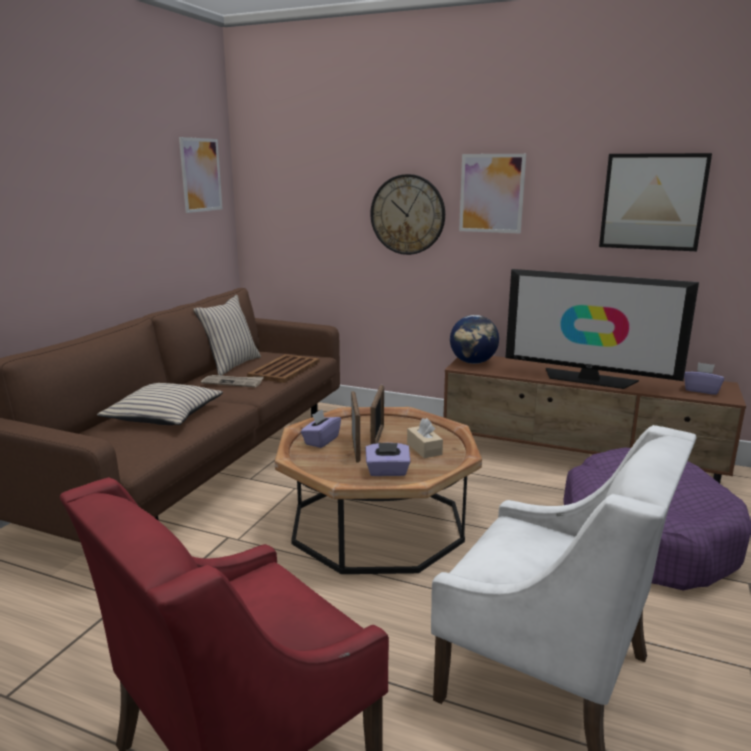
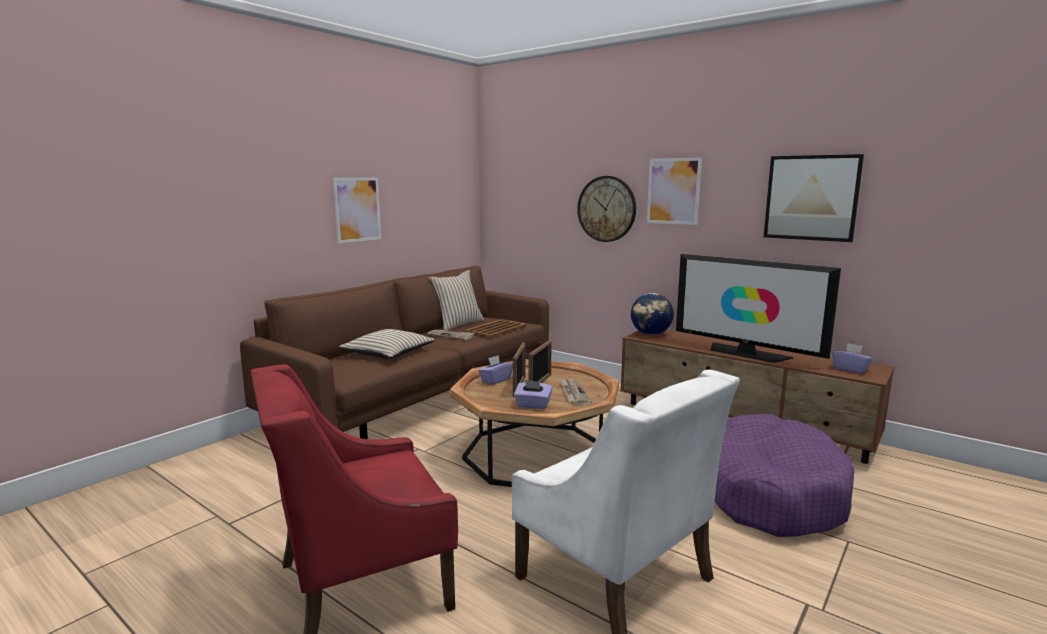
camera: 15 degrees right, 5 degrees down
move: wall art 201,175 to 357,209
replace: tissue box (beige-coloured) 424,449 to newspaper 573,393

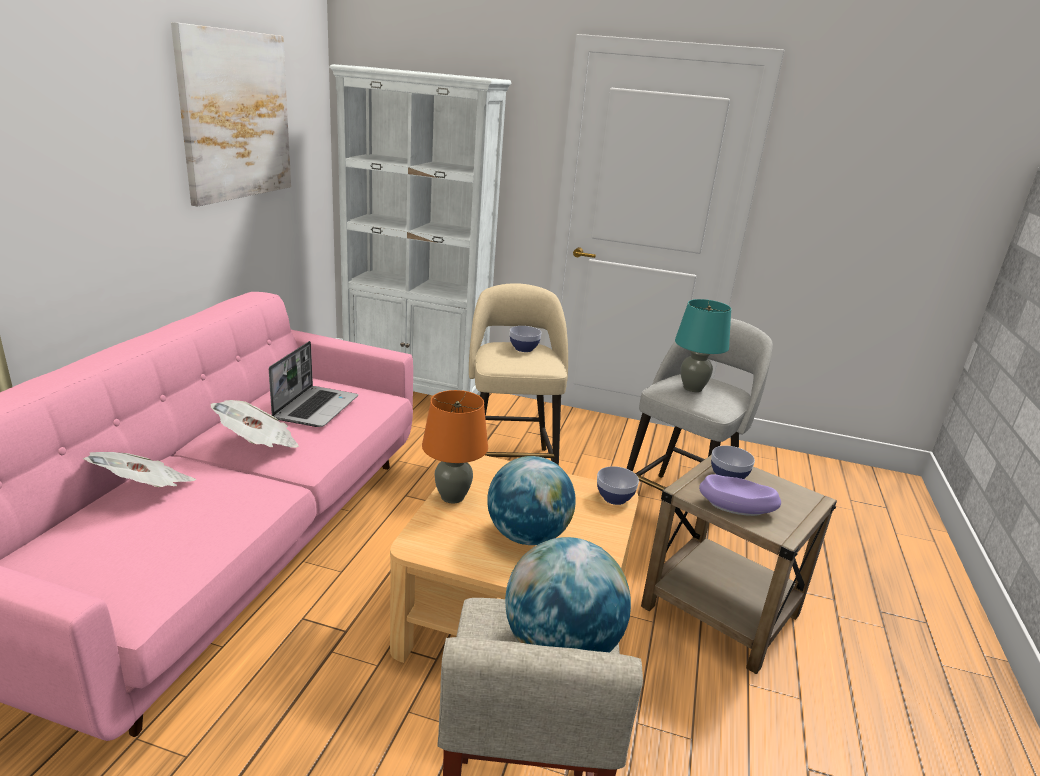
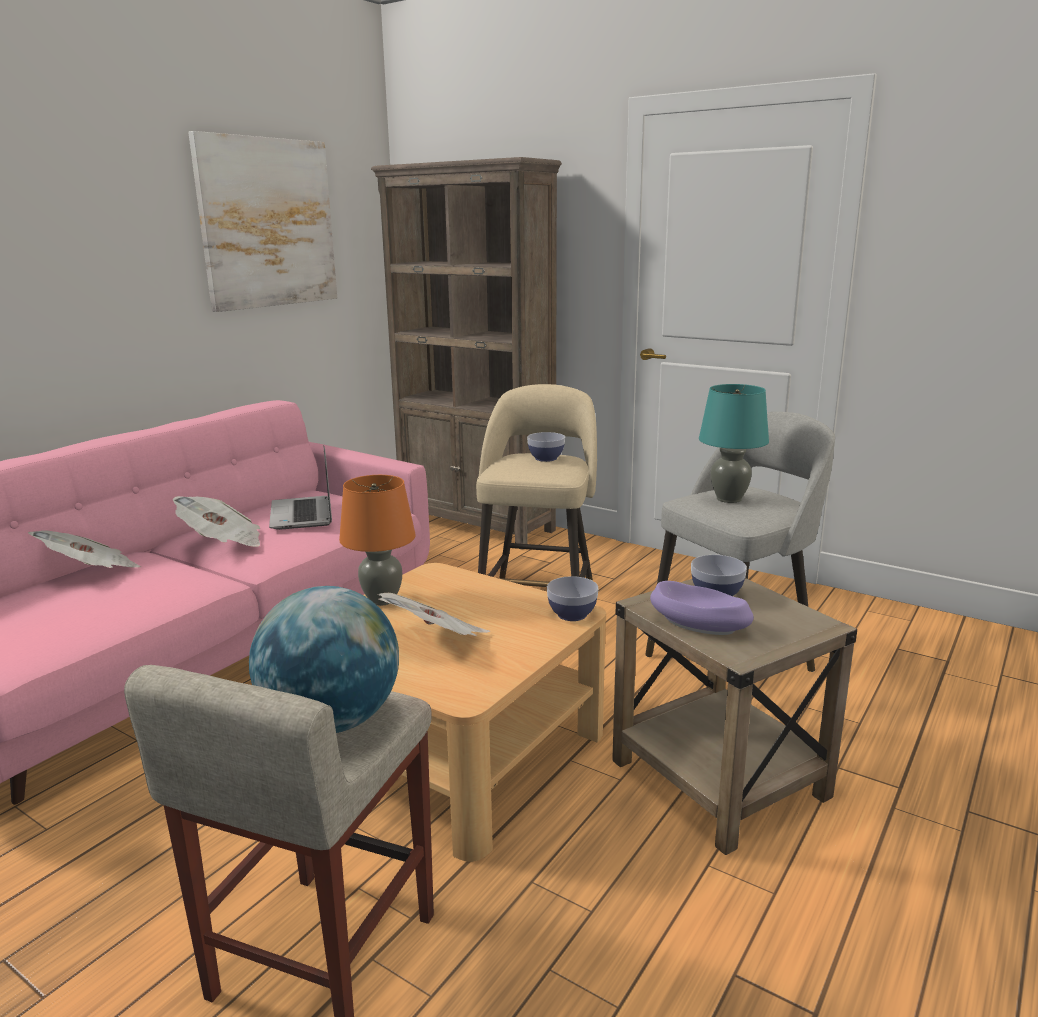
camera: 20 degrees right, 5 degrees down
replace: globe 527,536 to newspaper 436,641
recolor: bookcase (white) 416,390 to bookcase (brown-coloured) 476,525
rotate: portable computer 316,407 = 303,515 135 degrees clockwise

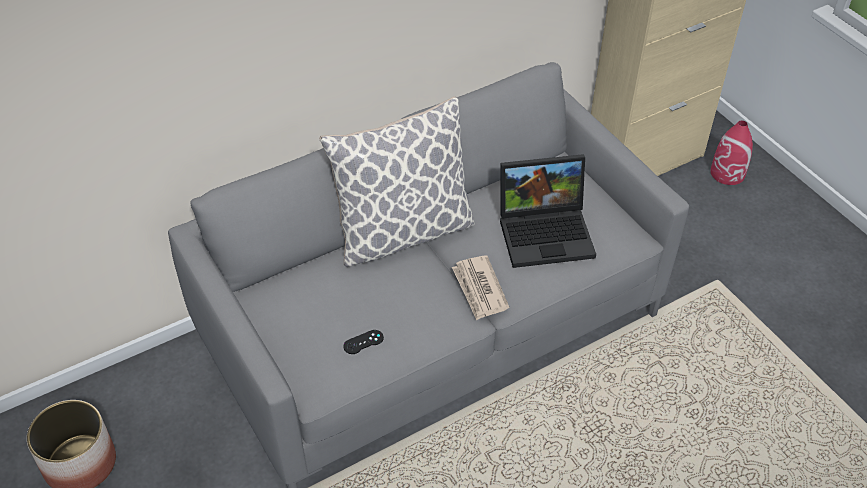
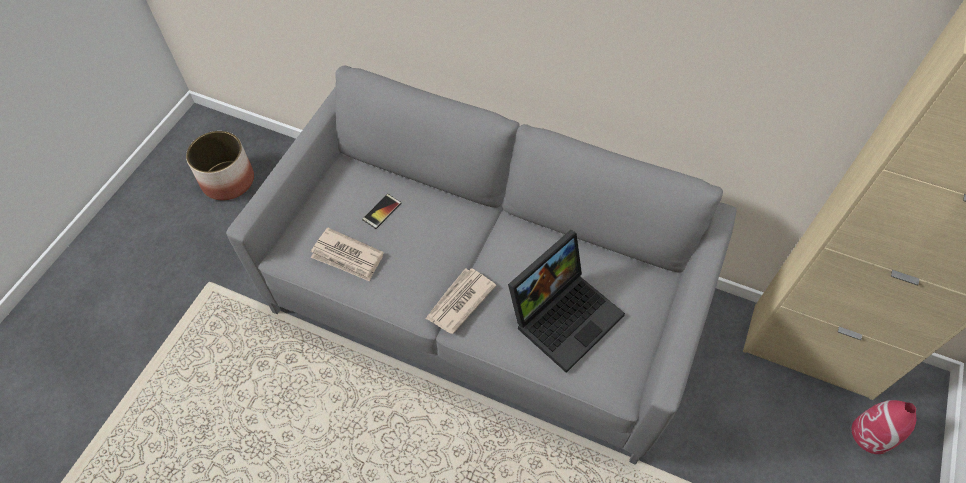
camera: 55 degrees right, 10 degrees up
delete: pillow 402,231
insert: handset 381,211
replace: game controller (black) 363,342 to newspaper 347,257
rotate: portable computer 547,232 = 564,313 90 degrees counterclockwise

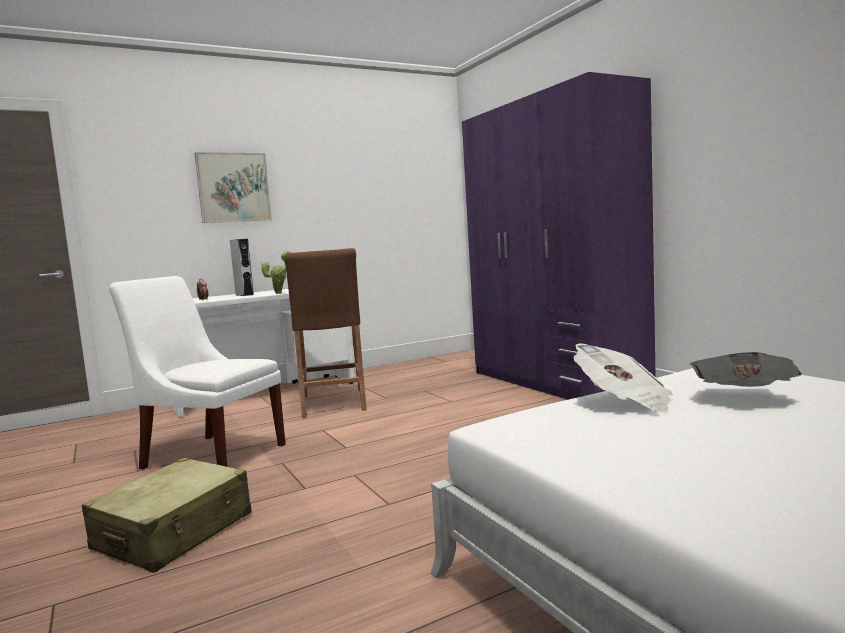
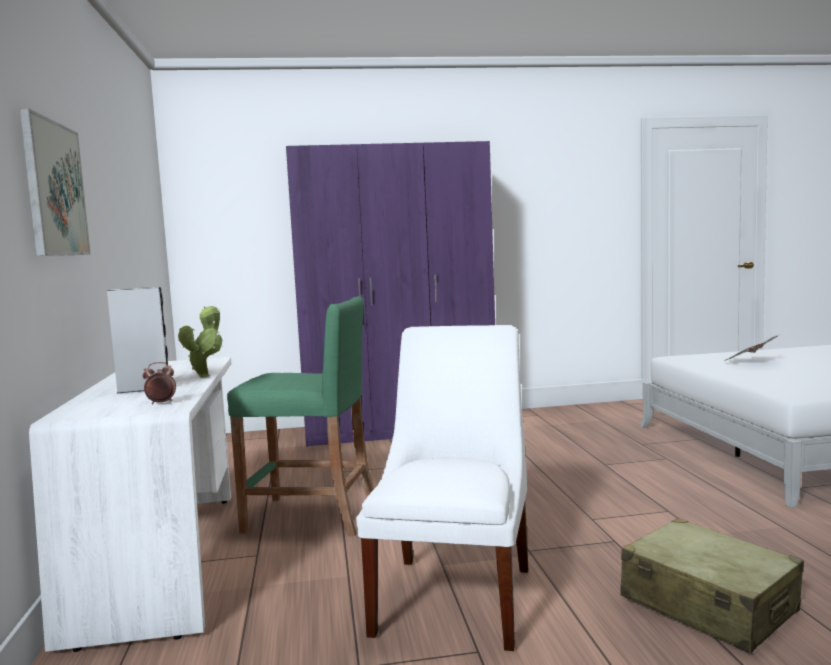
camera: 70 degrees left, 0 degrees up
delete: newspaper 624,402
recolor: stool (brown-coloured) 333,403 to stool (green) 311,517
rotate: chair (white) 210,455 = 457,595 150 degrees clockwise

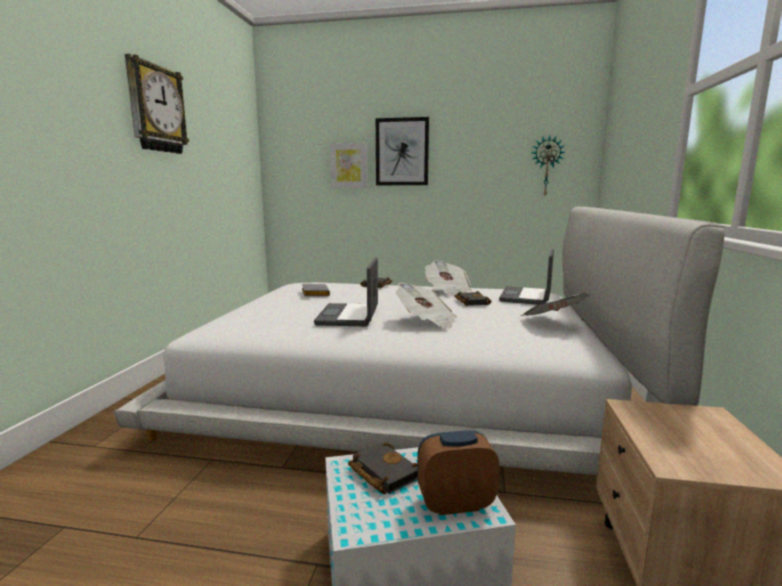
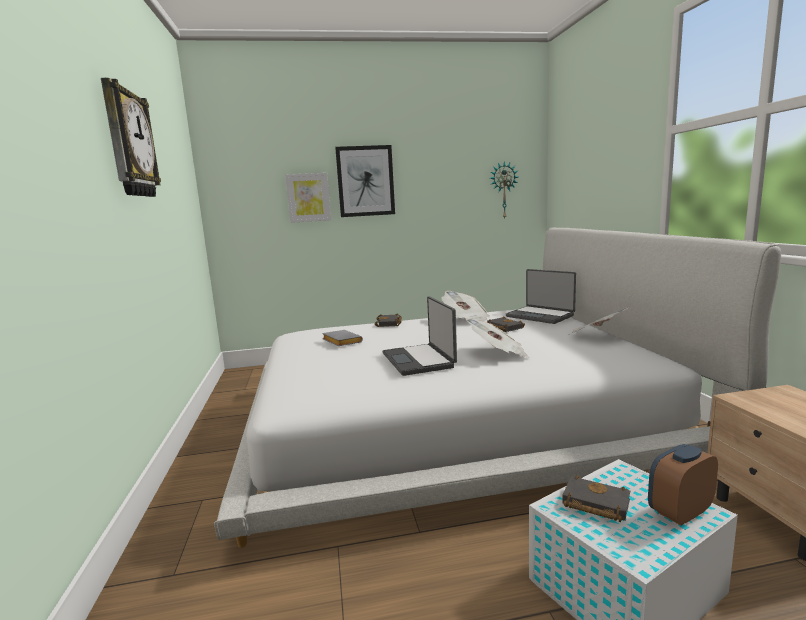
camera: 20 degrees left, 0 degrees up
rotate: portable computer 527,297 = 540,316 45 degrees counterclockwise

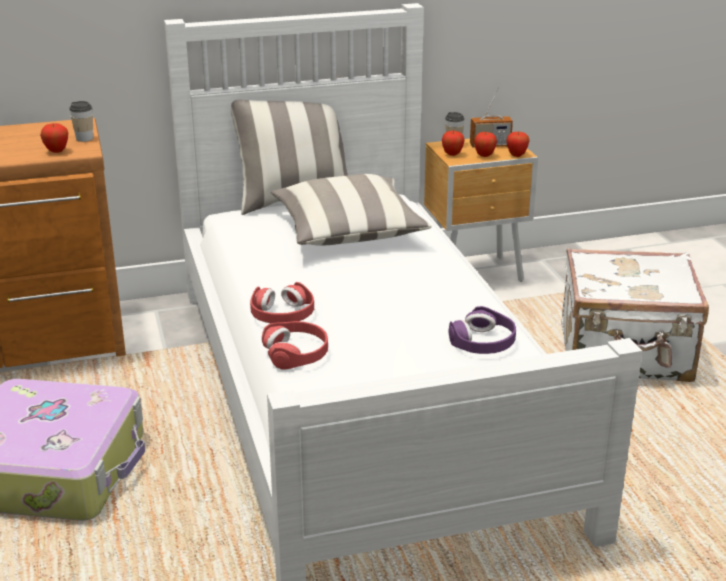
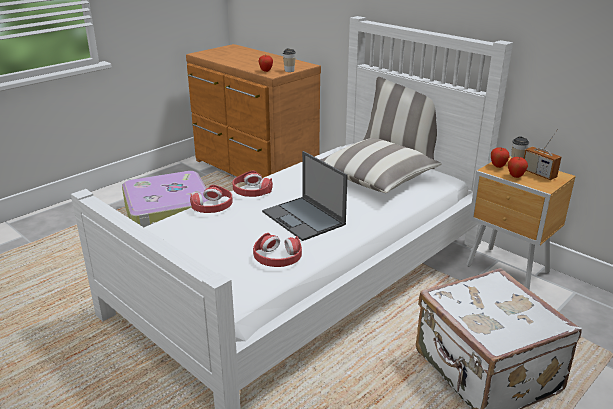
camera: 60 degrees right, 0 degrees up
delete: whole apple 516,155
insert: portable computer 304,218
recolor: headphones (purplish) 483,342 to headphones (red-coloured) 277,258

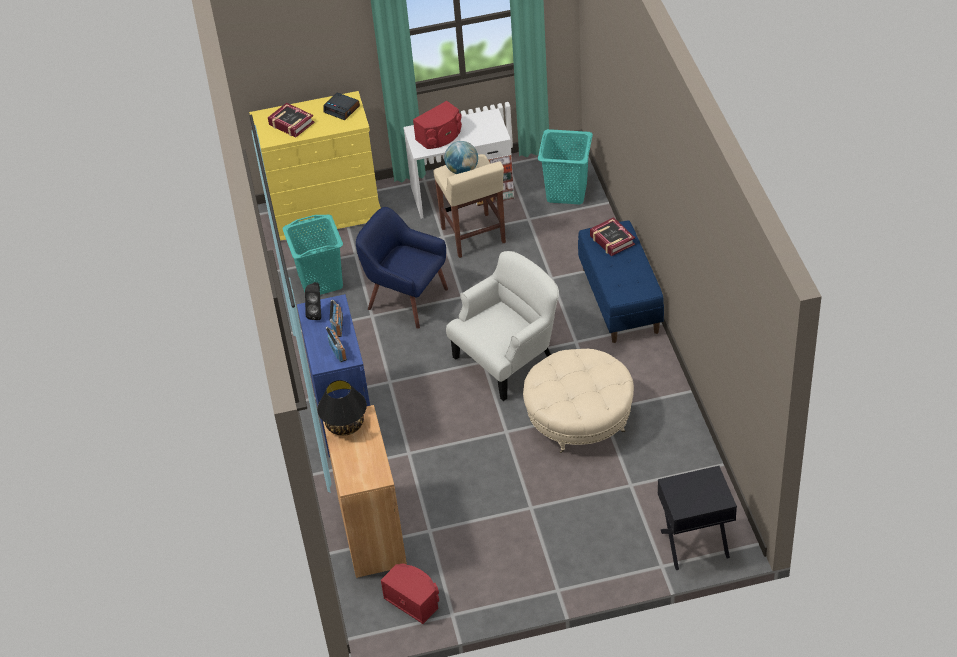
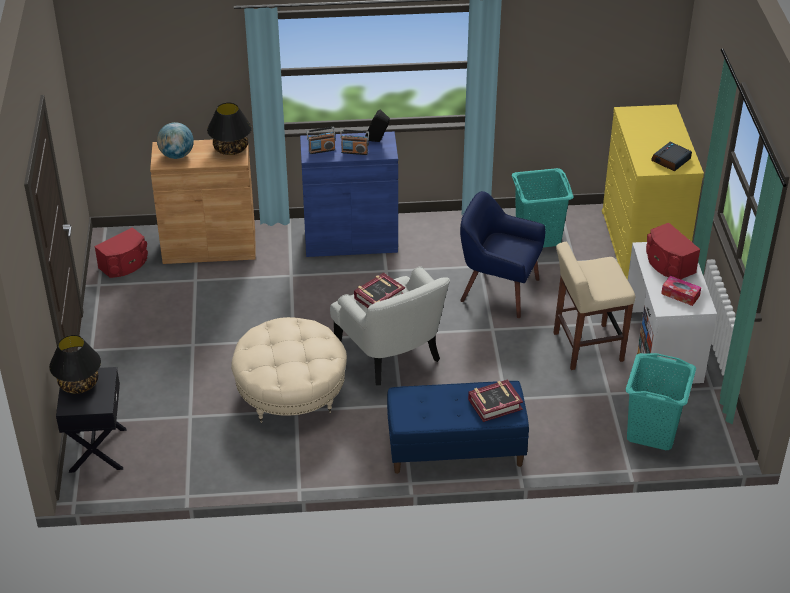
camera: 95 degrees right, 5 degrees down
insert: table lamp (black) 78,384; tissue box 680,295
move: volume 291,124 to 379,296; globe 462,171 to 176,155
rotate: easy chair (blue) 406,299 = 498,290 105 degrees counterclockwise

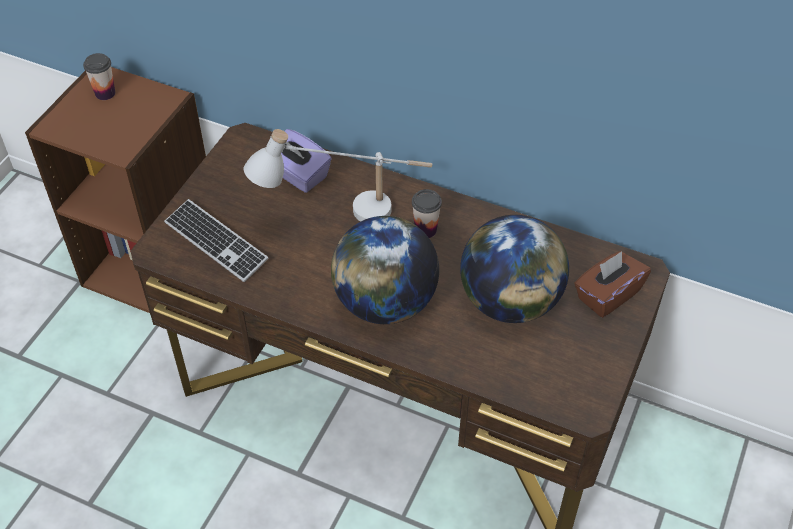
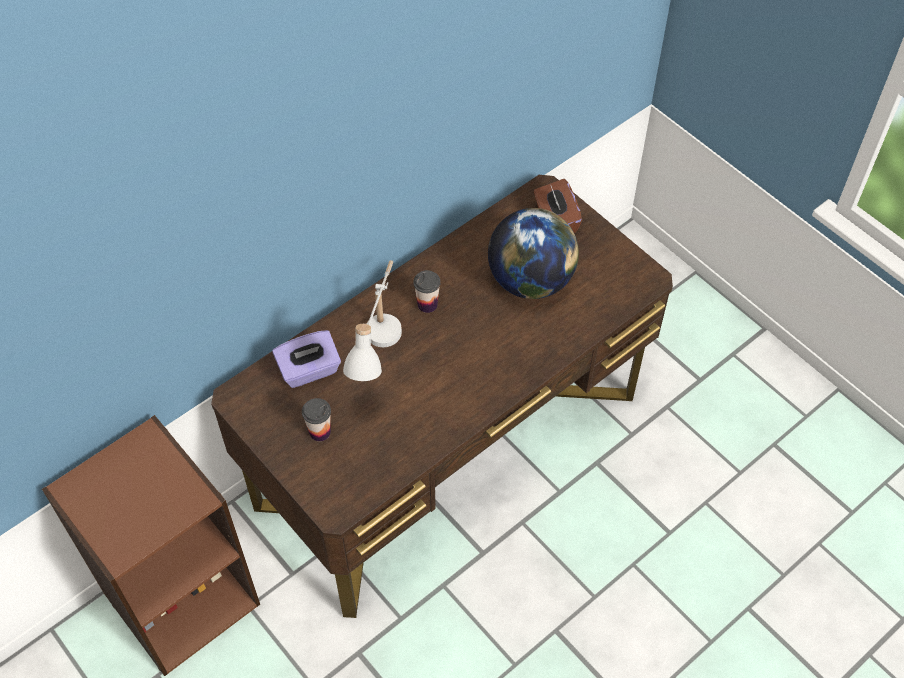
camera: 65 degrees left, 5 degrees up
delete: computer keyboard 216,242; globe 385,303
move: drinking cup 105,93 to 320,432

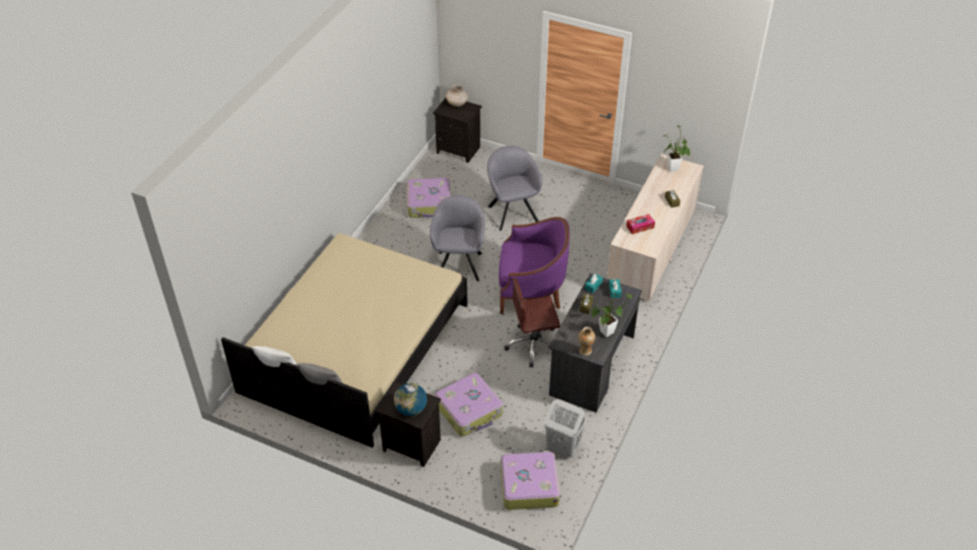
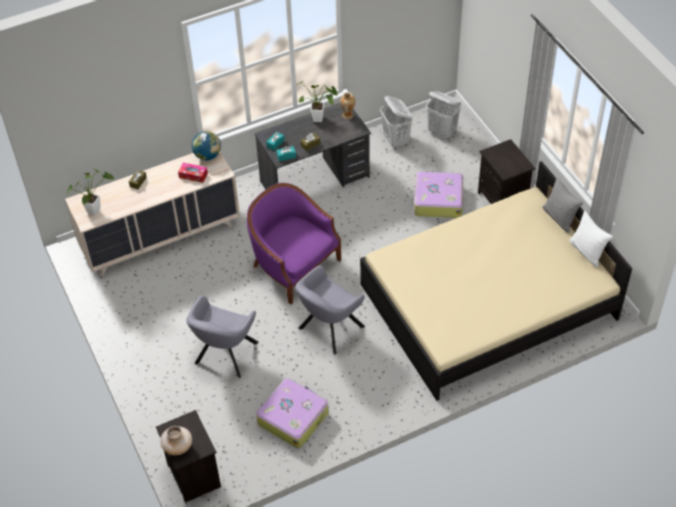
camera: 140 degrees left, 5 degrees up
delete: computer chair (brown-coloured) 533,345
move: globe 411,409 to 207,155
replace: piece of luggage 528,485 to hamper (white) 442,132

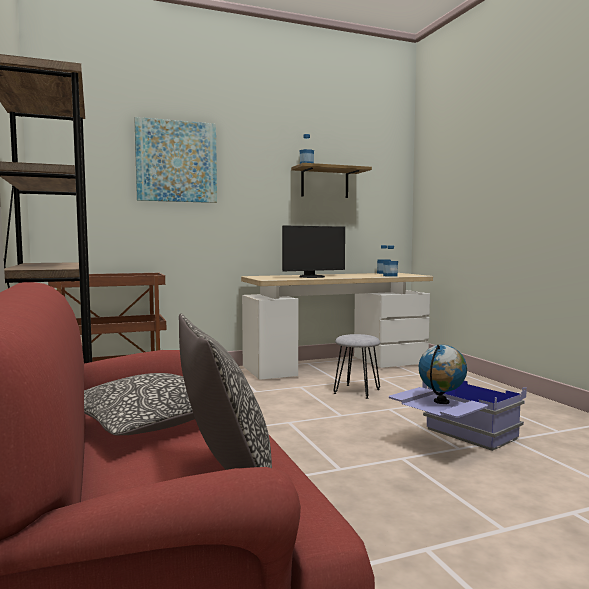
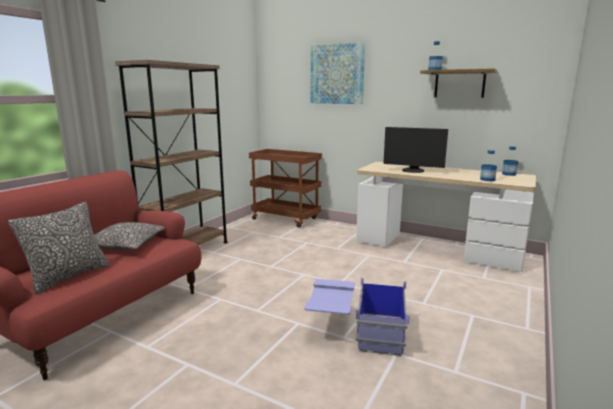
camera: 50 degrees right, 10 degrees up
delete: stool (greyish) 356,391; globe 441,402

